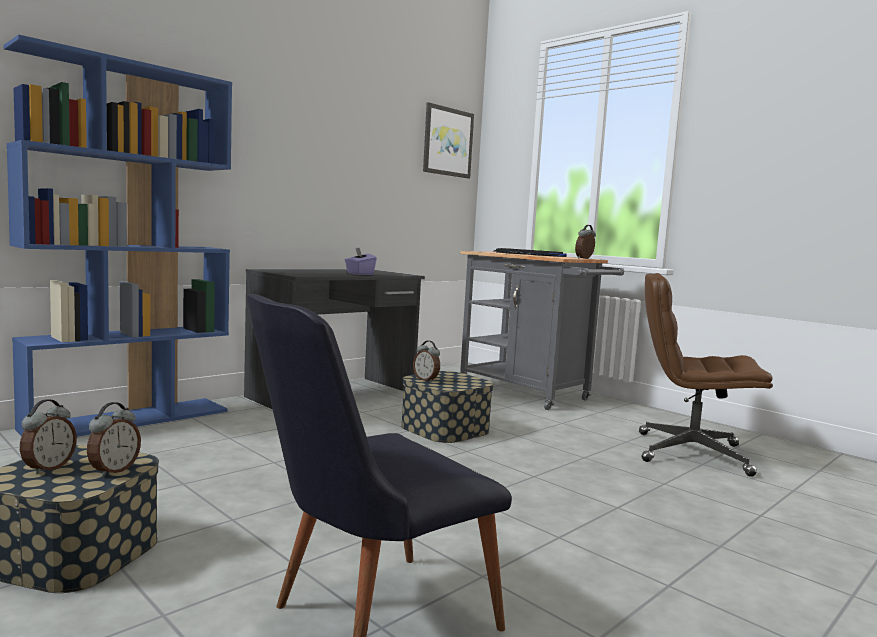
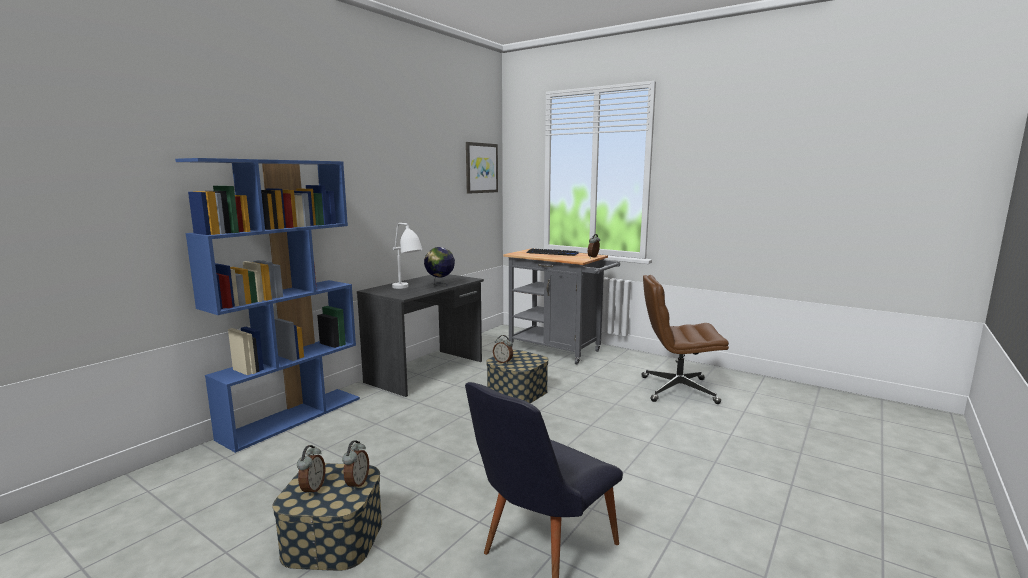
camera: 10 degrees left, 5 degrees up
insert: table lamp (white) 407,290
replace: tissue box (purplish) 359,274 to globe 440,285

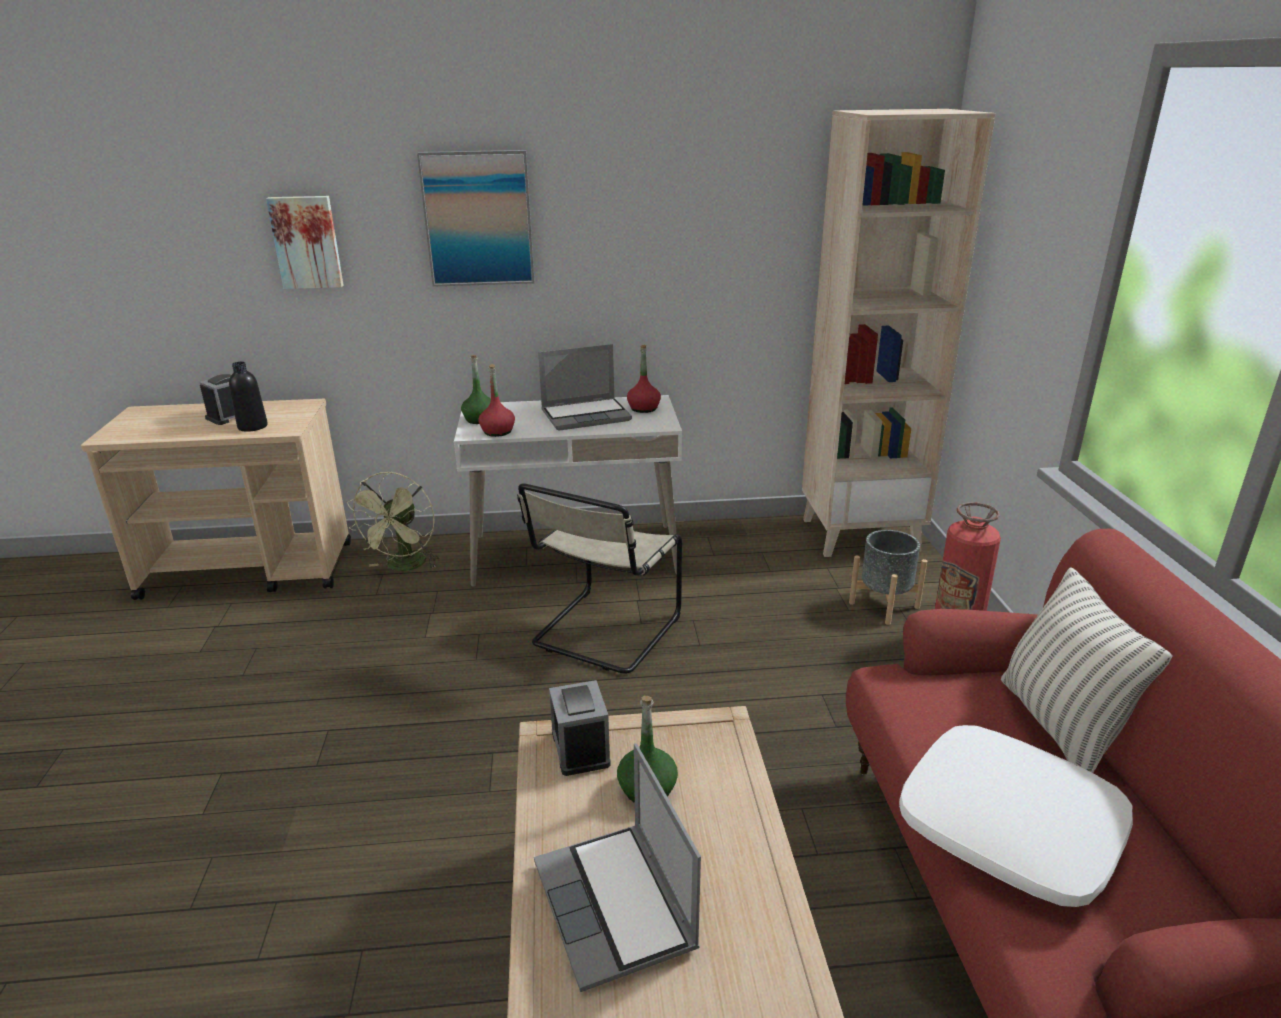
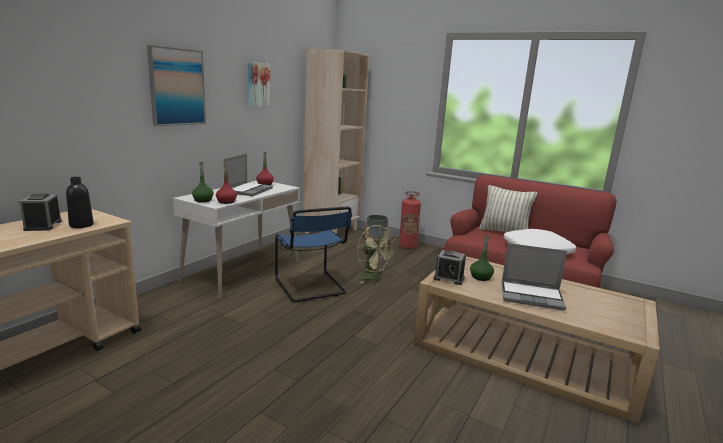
camera: 55 degrees left, 10 degrees down
move: wall art 307,242 to 257,84; cooling fan (green) 404,567 to 373,278
recolor: chair (beige-coloured) 603,633 to chair (blue) 311,287

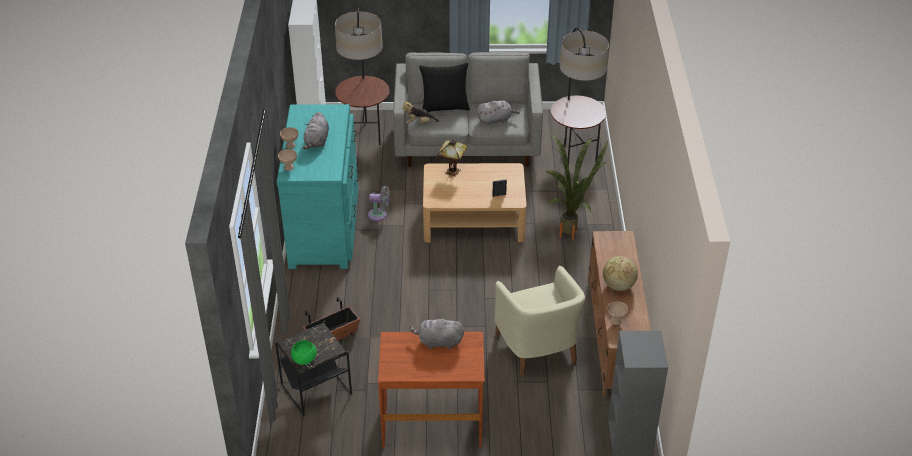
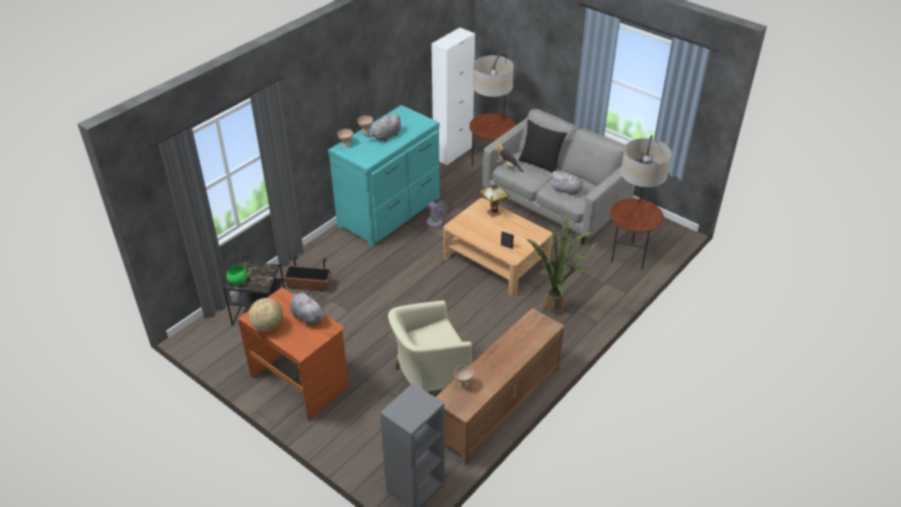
camera: 40 degrees right, 0 degrees up
move: globe 618,286 to 268,326
rotate: easy chair (beige-coloured) 537,348 = 429,378 45 degrees clockwise

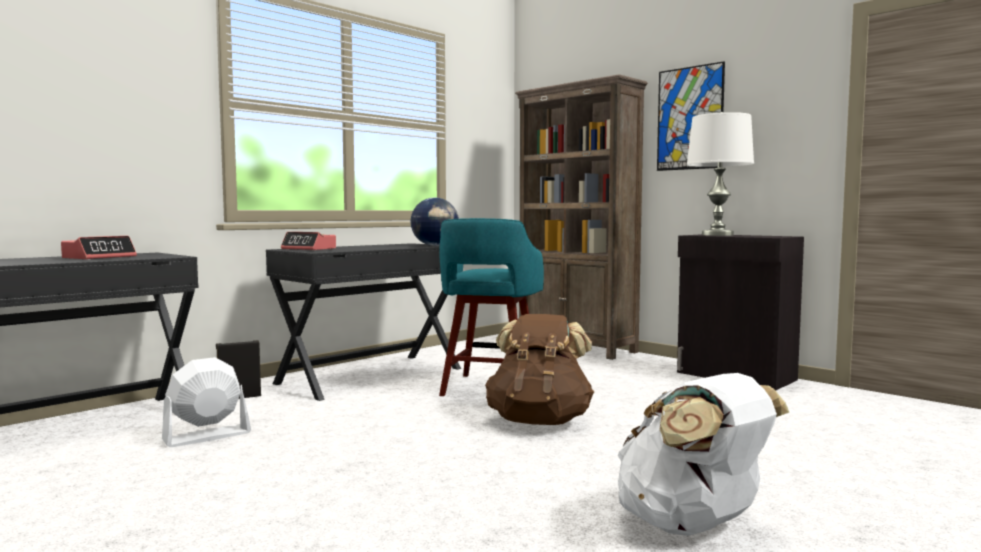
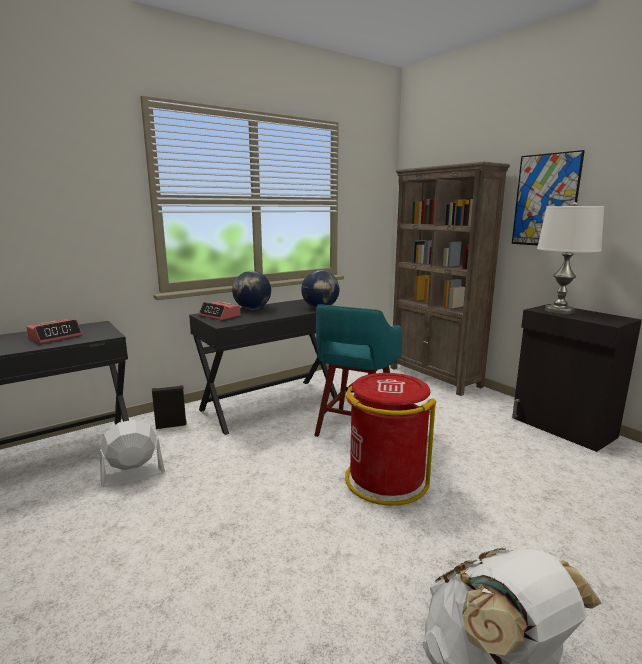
camera: 10 degrees right, 10 degrees up
insert: globe 252,309
replace: backpack (brown-coloured) 539,421 to rubbish bin (red-coloured) 385,480

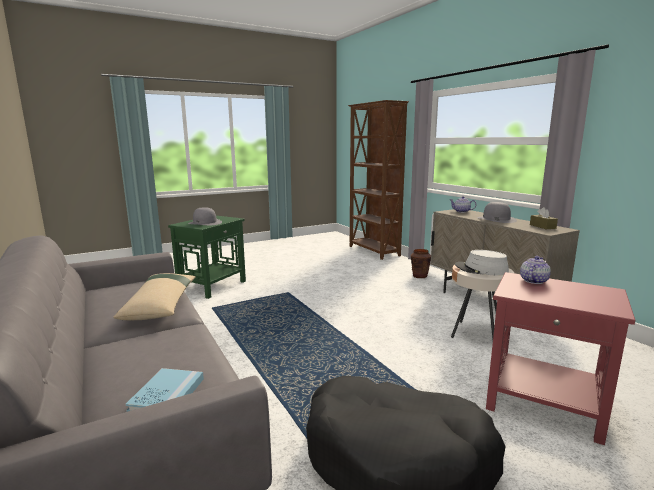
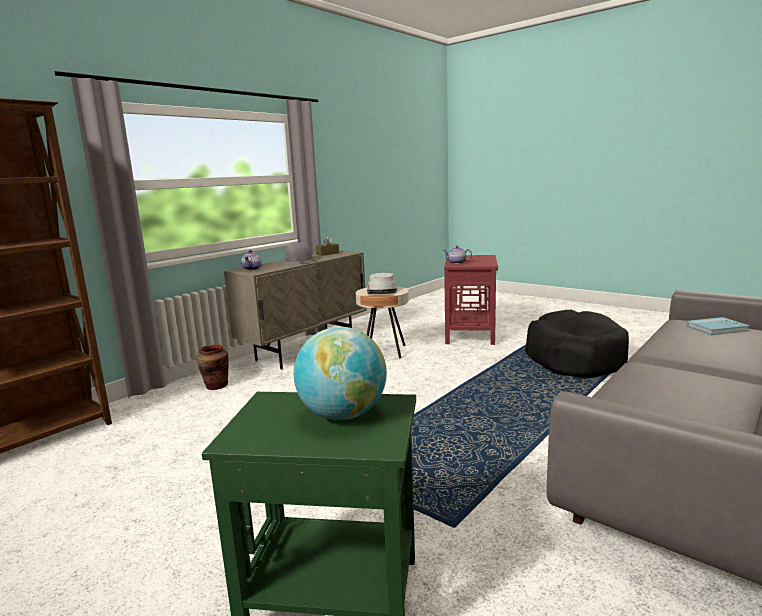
camera: 110 degrees left, 0 degrees up
delete: pillow (beige-coloured) 161,304
replace: hat (greyish) 205,223 to globe 343,415

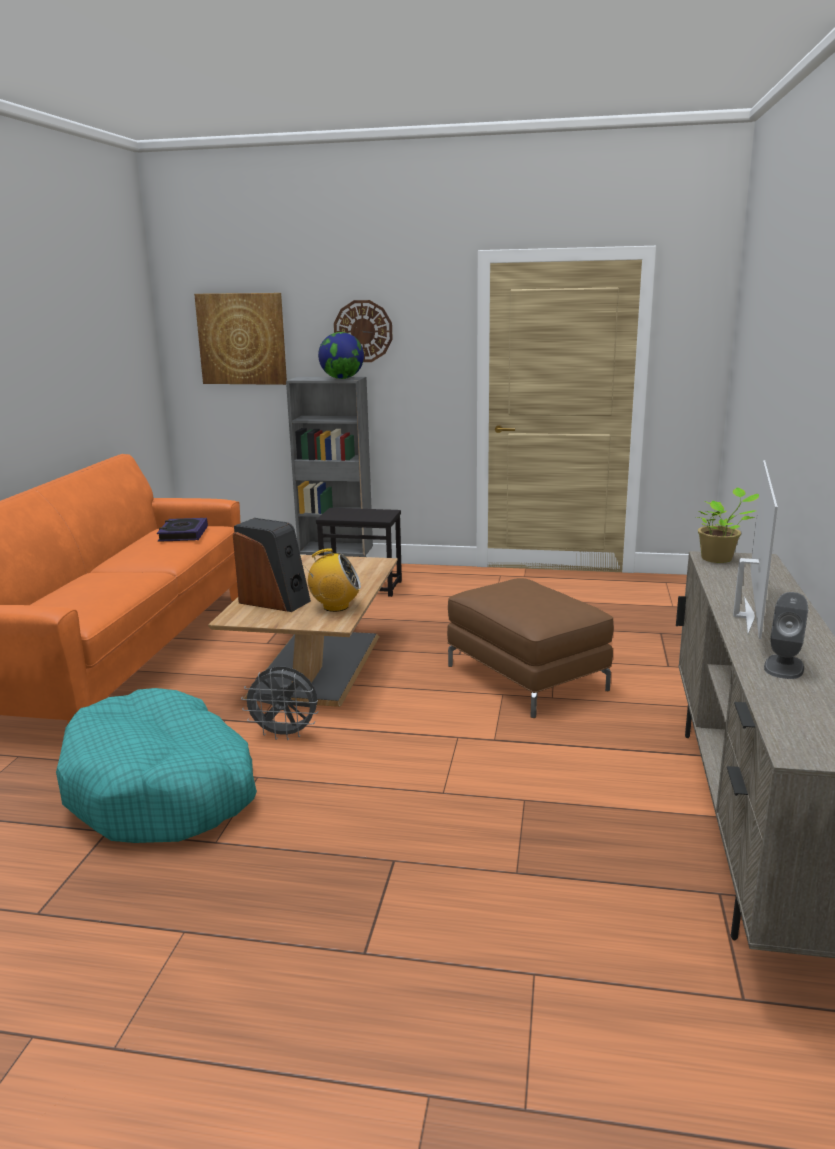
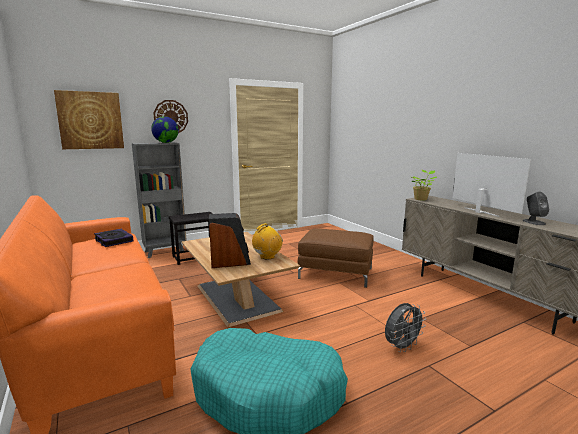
camera: 40 degrees left, 5 degrees down
move: cooling fan (greyish) 285,734 to 402,347

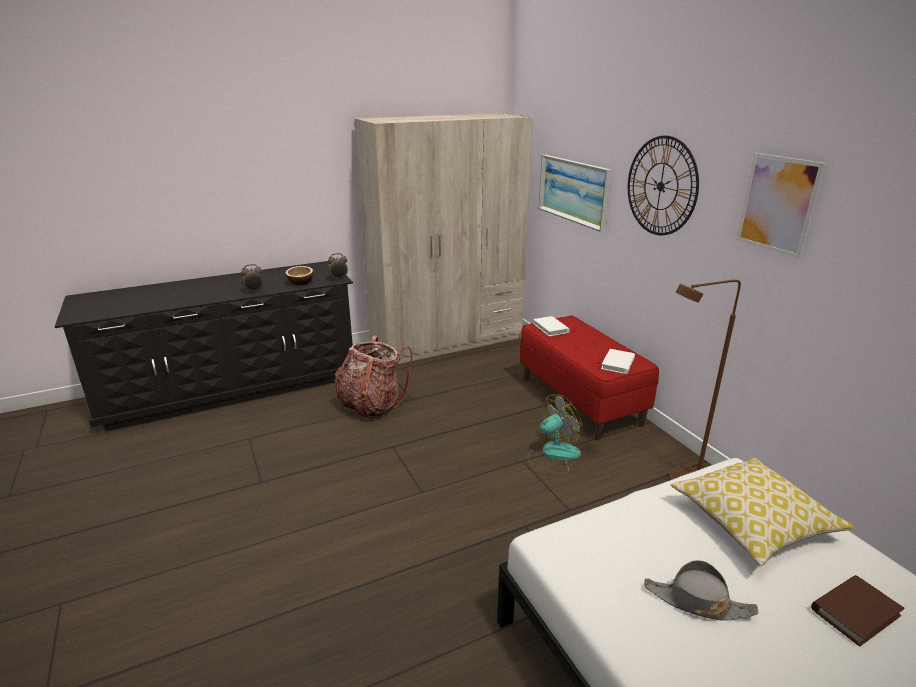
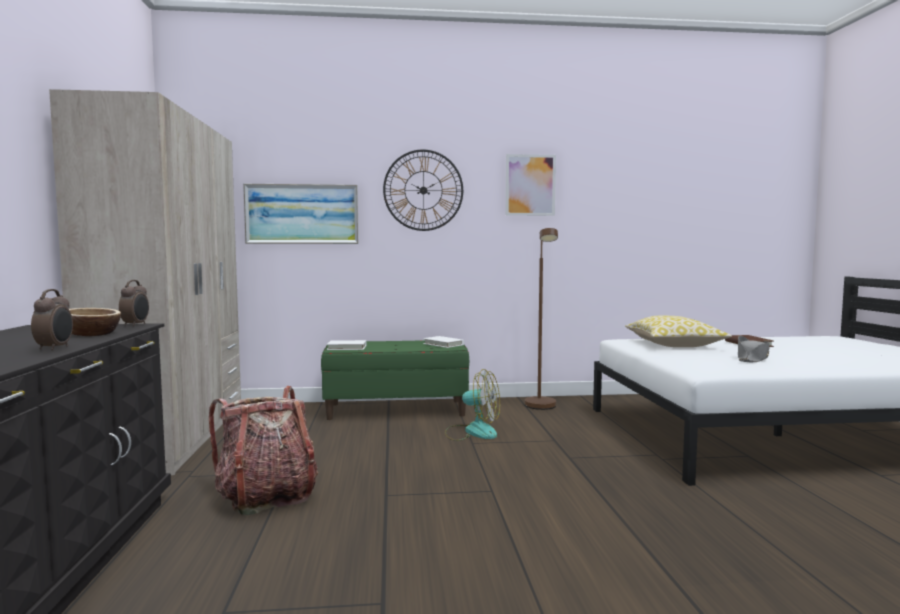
camera: 70 degrees left, 20 degrees down
recolor: bench (red-coloured) 580,400 to bench (green) 396,409
rotate: cooling fan 553,455 = 472,432 120 degrees clockwise

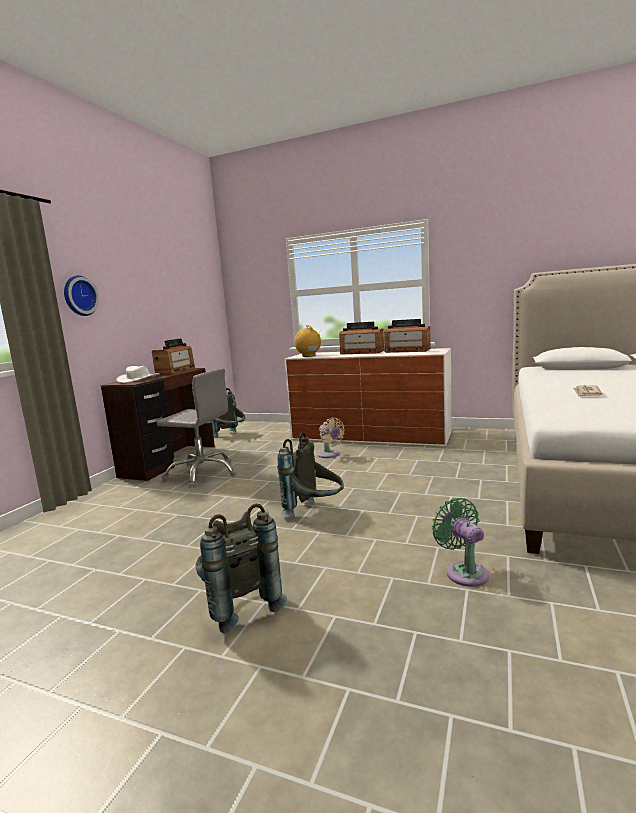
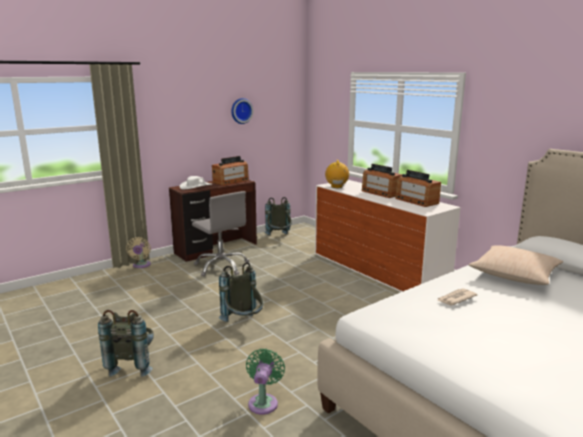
camera: 30 degrees right, 5 degrees up
insert: pillow (beige-coloured) 515,275
move: clock on the wall 79,296 to 241,111; cooling fan (beige-coloured) 329,455 to 141,265

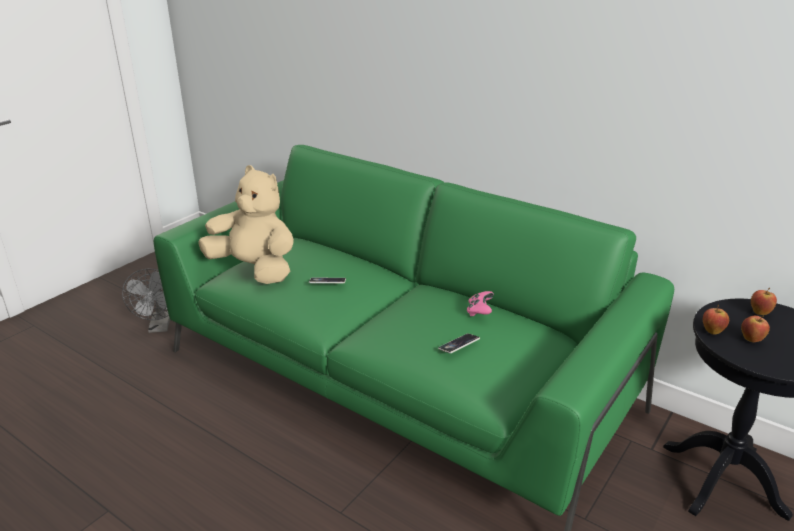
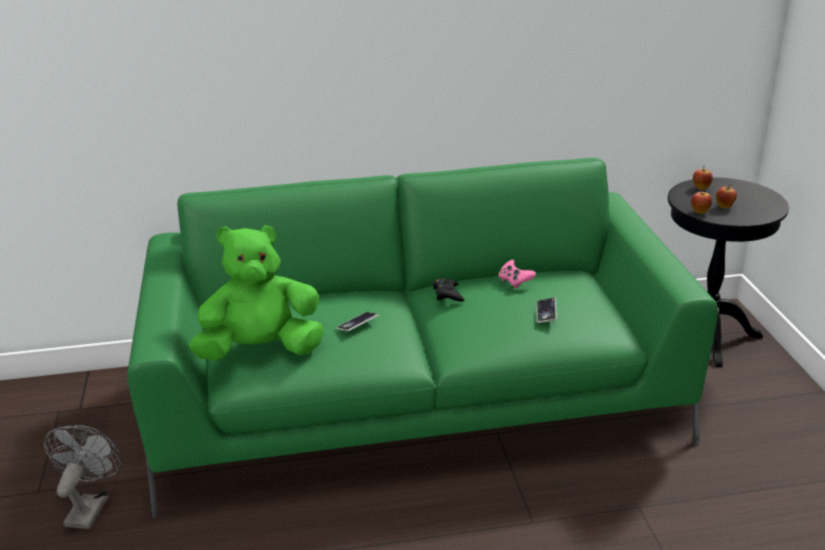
camera: 45 degrees left, 0 degrees up
insert: game controller (black) 447,294
recolor: cuddly toy (beige-coloured) 254,269 to cuddly toy (green) 261,350
rotate: cooling fan (greyish) 160,327 = 89,507 120 degrees counterclockwise

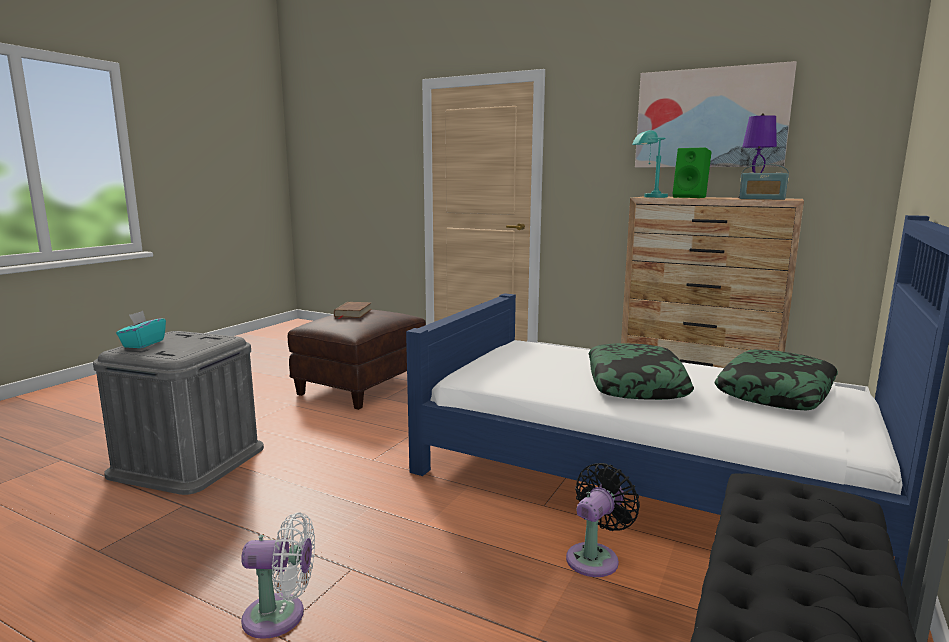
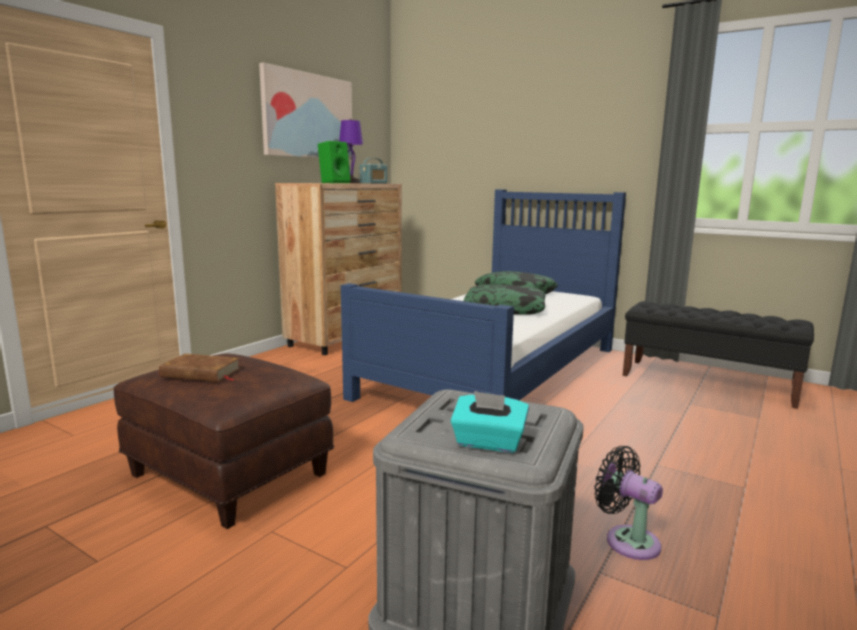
camera: 85 degrees left, 0 degrees up
delete: cooling fan (white) 280,616; table lamp (turquoise) 647,197
move: cooling fan (black) 595,557 to 627,540

